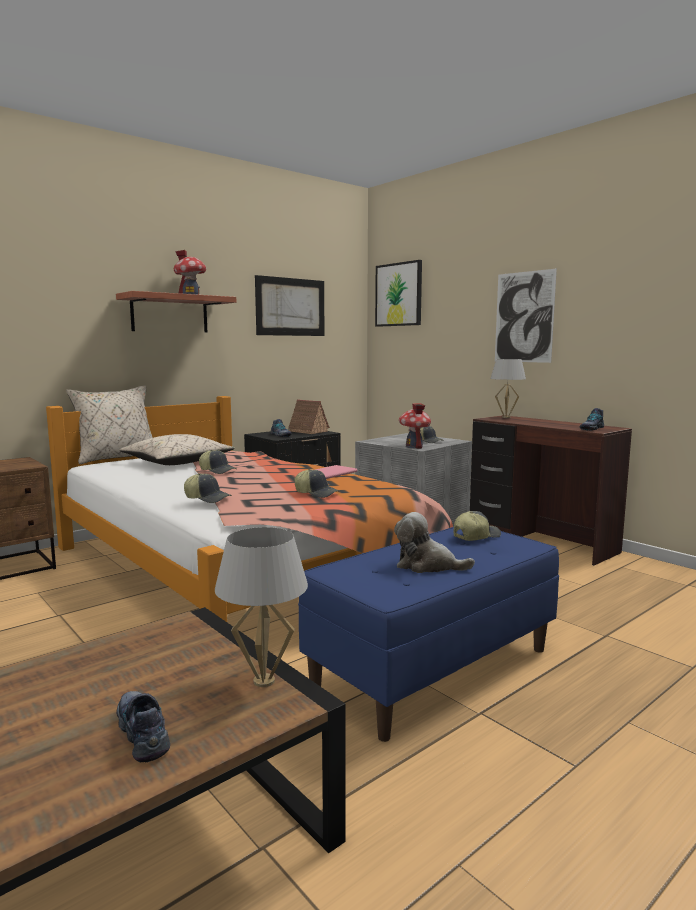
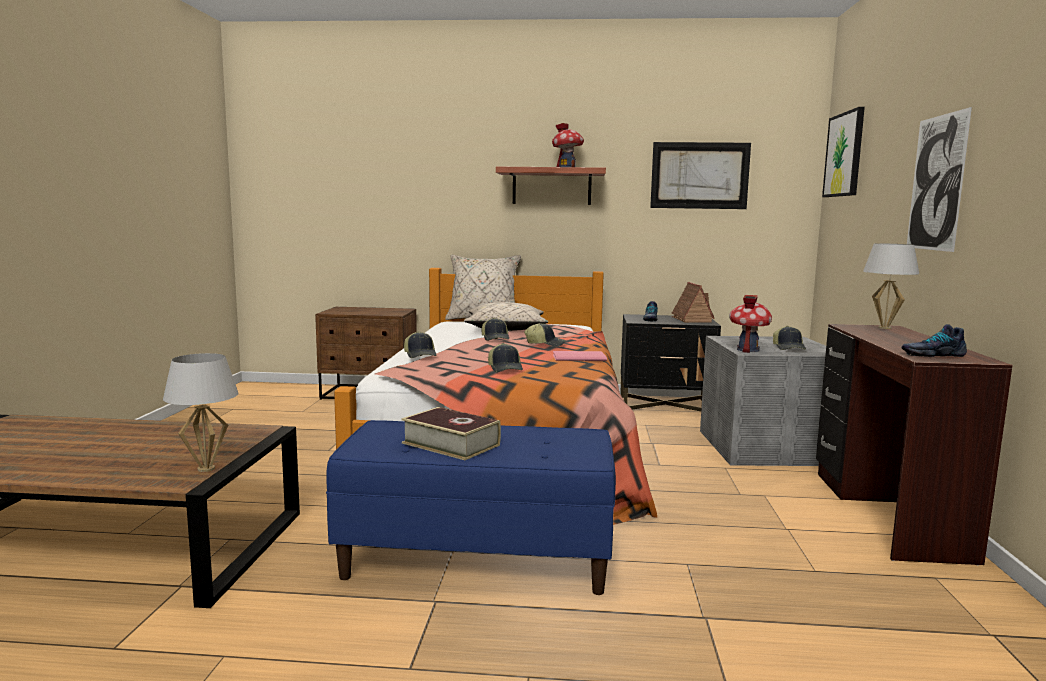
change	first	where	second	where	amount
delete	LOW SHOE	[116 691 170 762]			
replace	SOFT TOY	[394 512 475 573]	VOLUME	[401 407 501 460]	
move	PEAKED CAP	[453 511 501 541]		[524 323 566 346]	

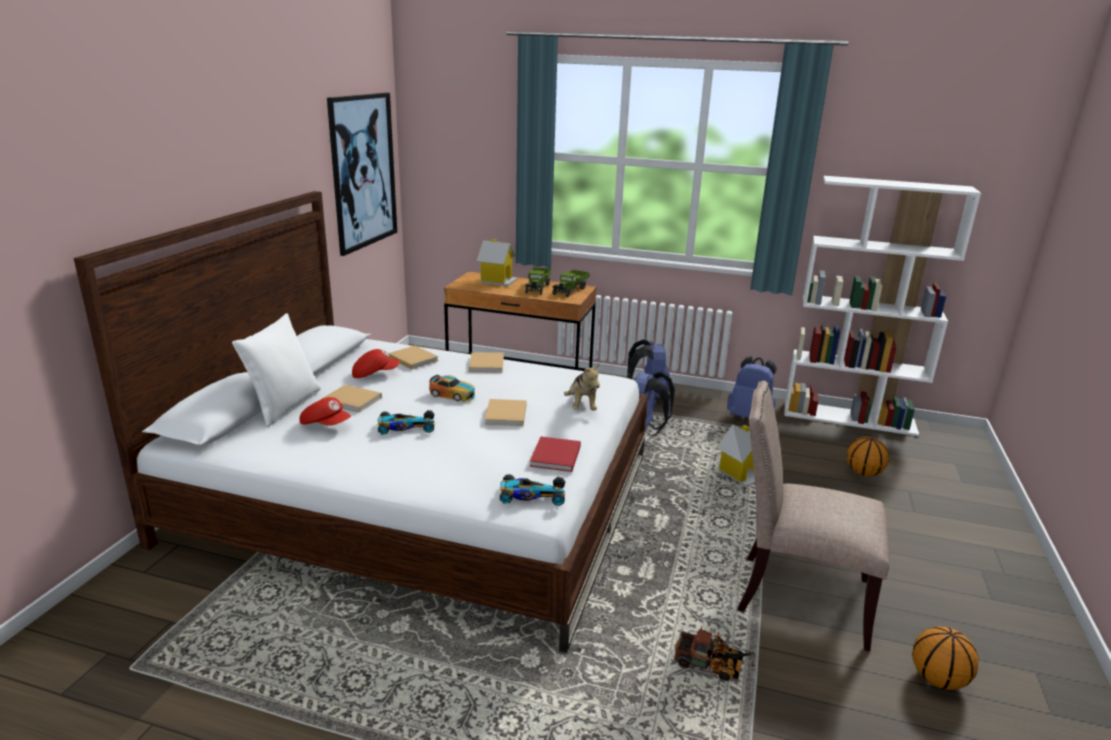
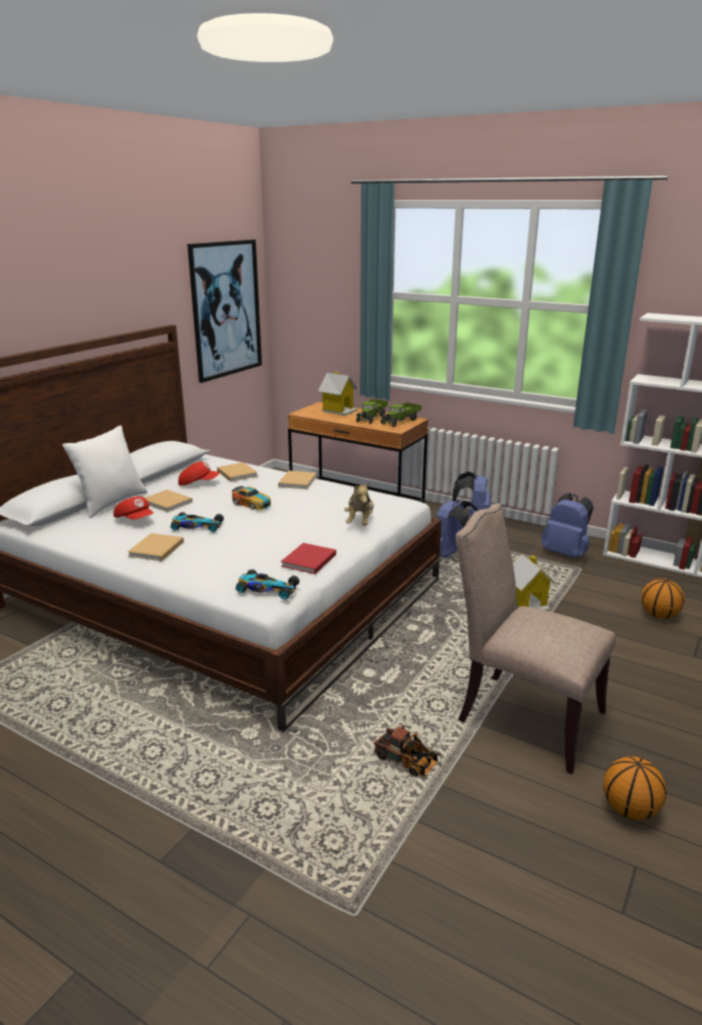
change	first	where	second	where	amount
move	BEIGE VOLUME	[484 399 527 426]		[128 533 184 561]	

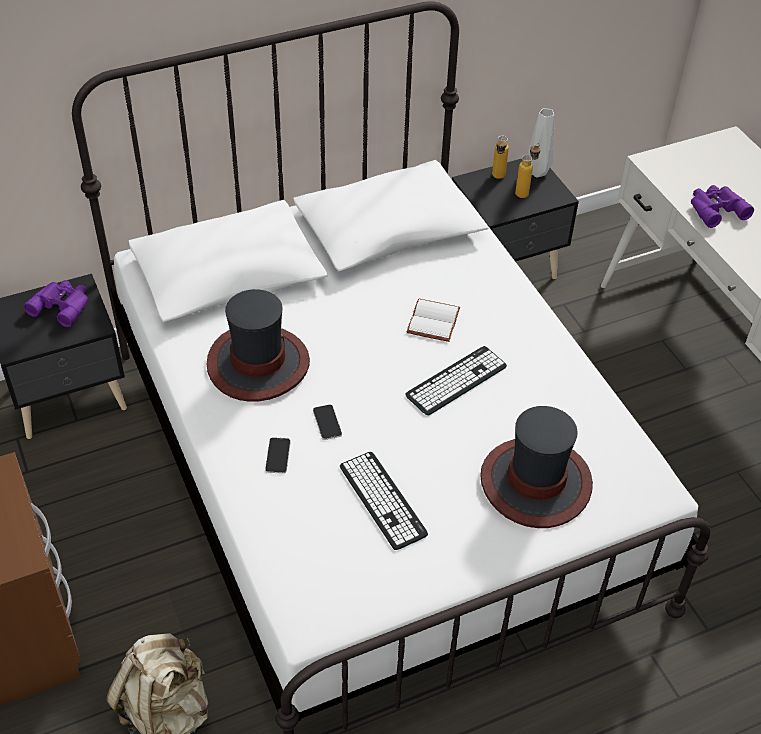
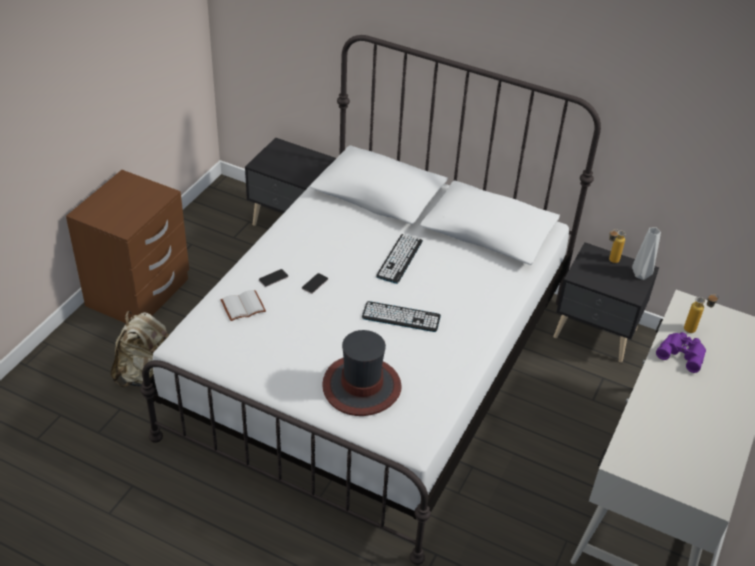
change	first	where	second	where	amount
delete	PURPLE PAIR OF BINOCULARS	[23 280 88 327]			
delete	HAT	[207 289 310 402]			
move	PC KEYBOARD	[340 452 428 550]		[376 234 423 284]	
move	WHITE VOLUME	[407 299 460 342]		[221 290 266 321]	
move	BEVERAGE BOTTLE	[515 143 541 198]		[684 294 719 333]	

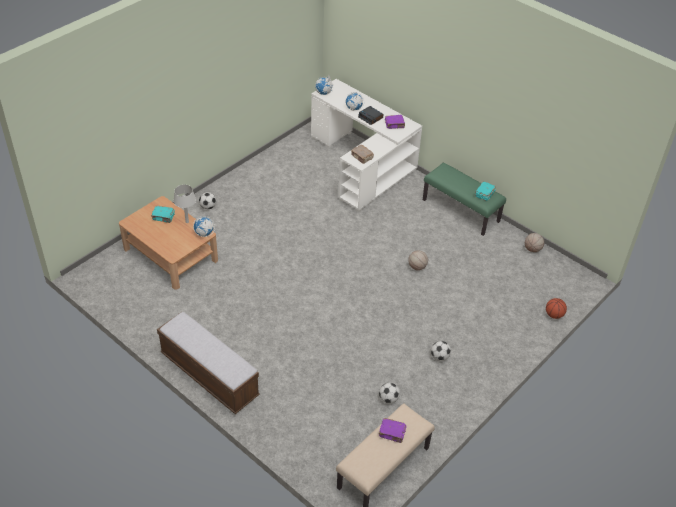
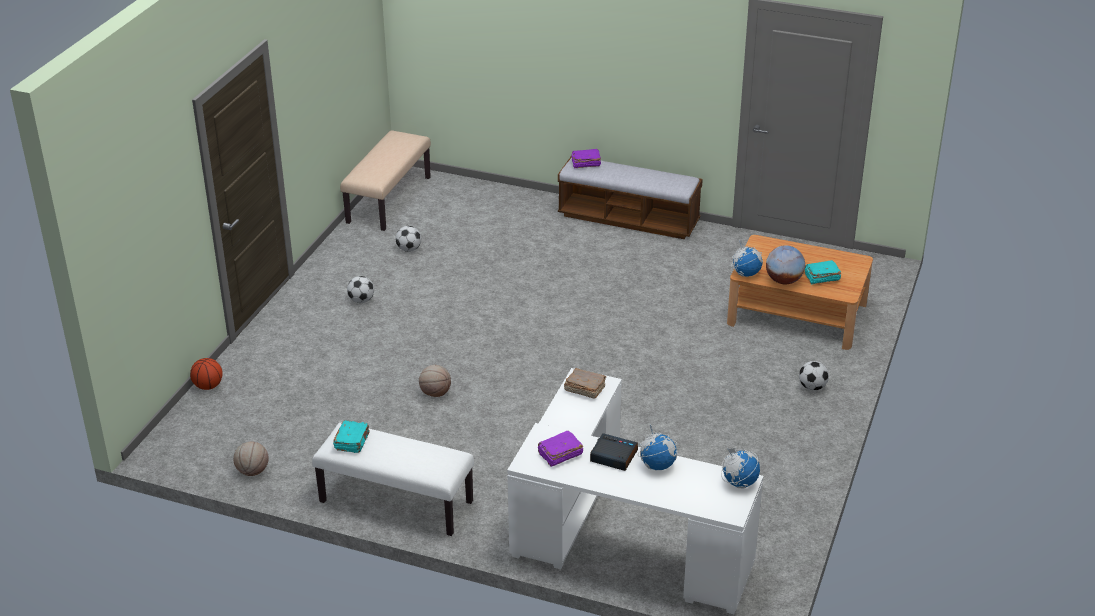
change	first	where	second	where	amount
replace	GRAY TABLE LAMP	[173 185 196 223]	WORLD GLOBE	[766 245 805 284]	
move	PURPLE VOLUME	[379 418 406 443]		[571 149 601 168]	
recolor	GREEN-COLOURED LONG SEAT	[423 163 506 236]	WHITE LONG SEAT	[312 422 474 536]	

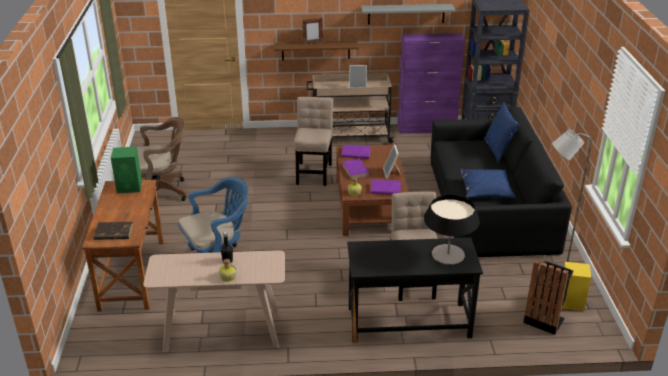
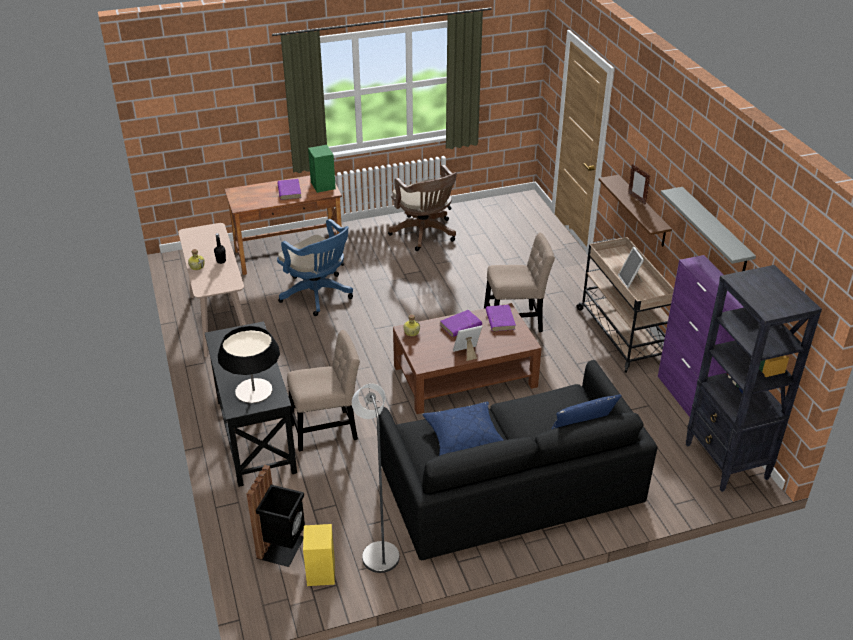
change	first	where	second	where	amount
delete	BROWN VOLUME	[93 222 133 240]			
move	PURPLE VOLUME	[371 180 401 195]		[277 179 302 200]	

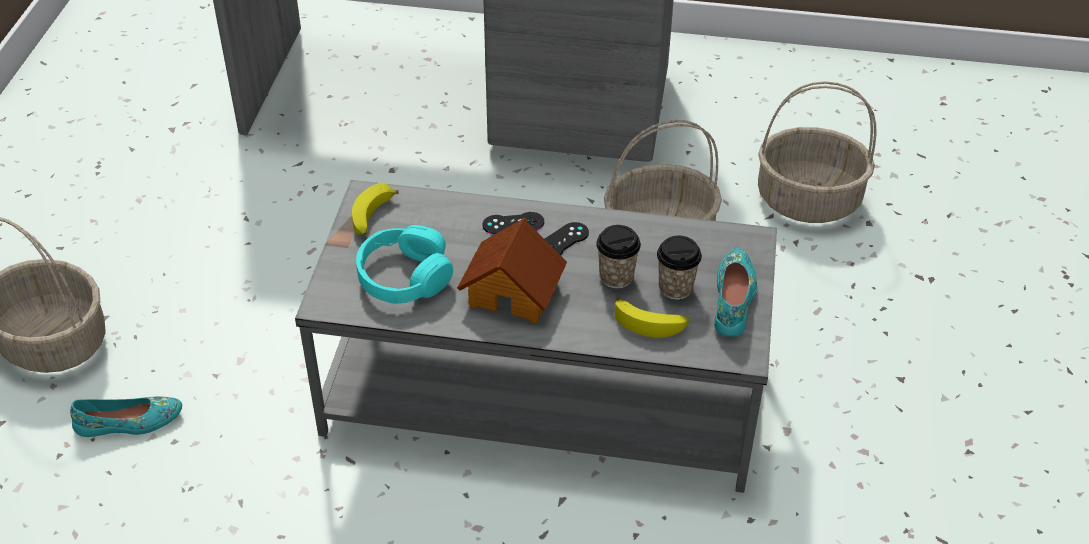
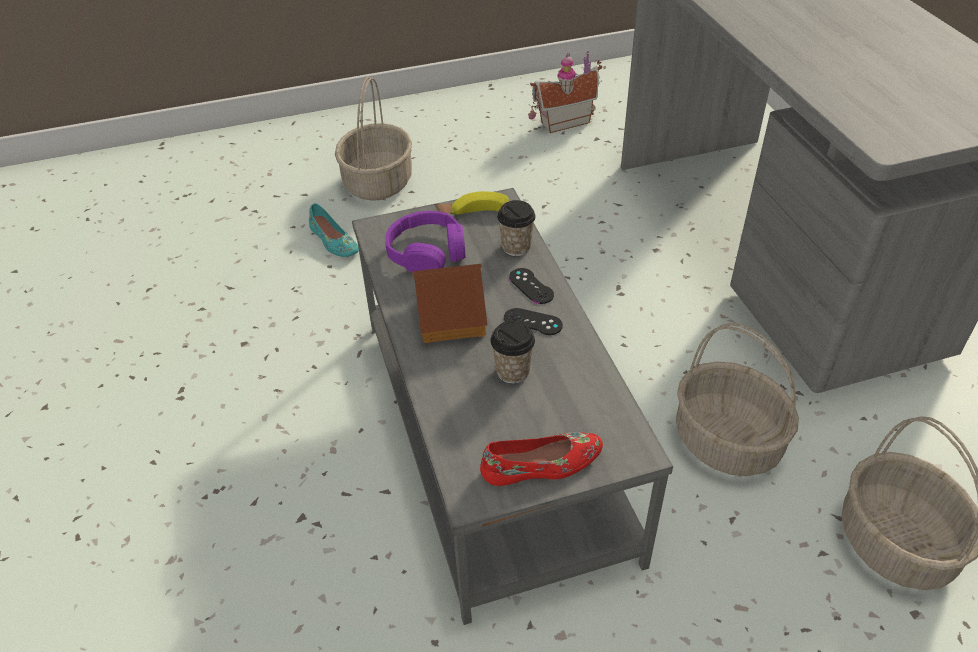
change	first	where	second	where	amount
recolor	BLUE-GREEN HEADSET	[356 225 453 304]	PURPLE HEADSET	[385 211 465 273]	
delete	BANANA FRUIT	[615 297 690 338]			
move	CUP	[657 236 702 300]		[497 200 536 256]	
recolor	BLUE-GREEN LOW SHOE	[714 248 757 337]	REDDISH LOW SHOE	[480 432 603 486]	
insert			MINIATURE HOUSE	[528 51 602 133]	

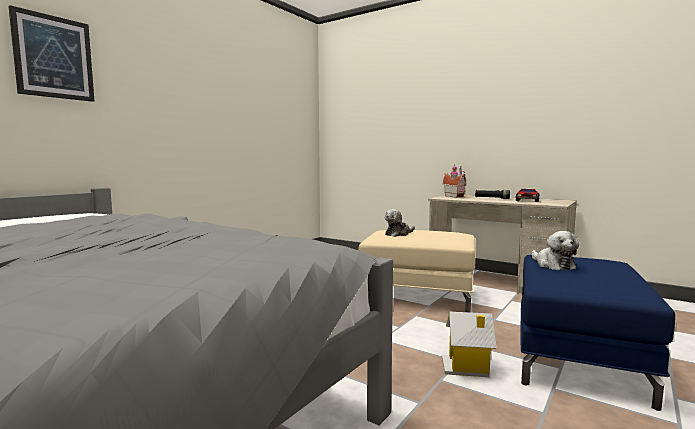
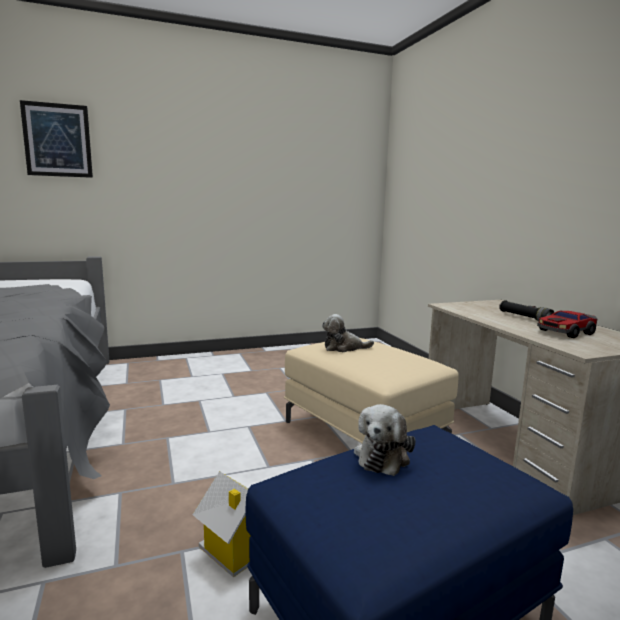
change	first	where	second	where	amount
delete	MINIATURE HOUSE	[443 164 466 198]			

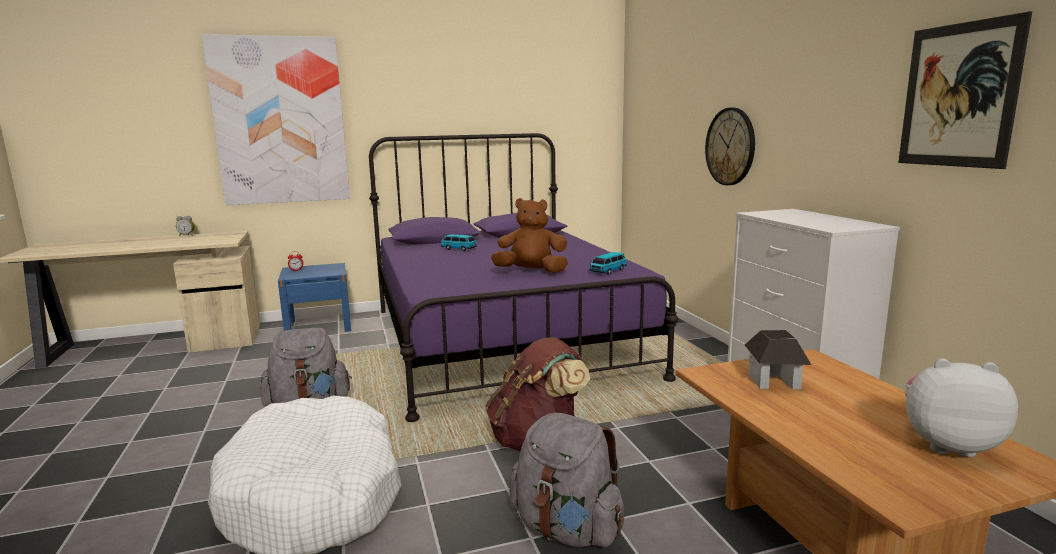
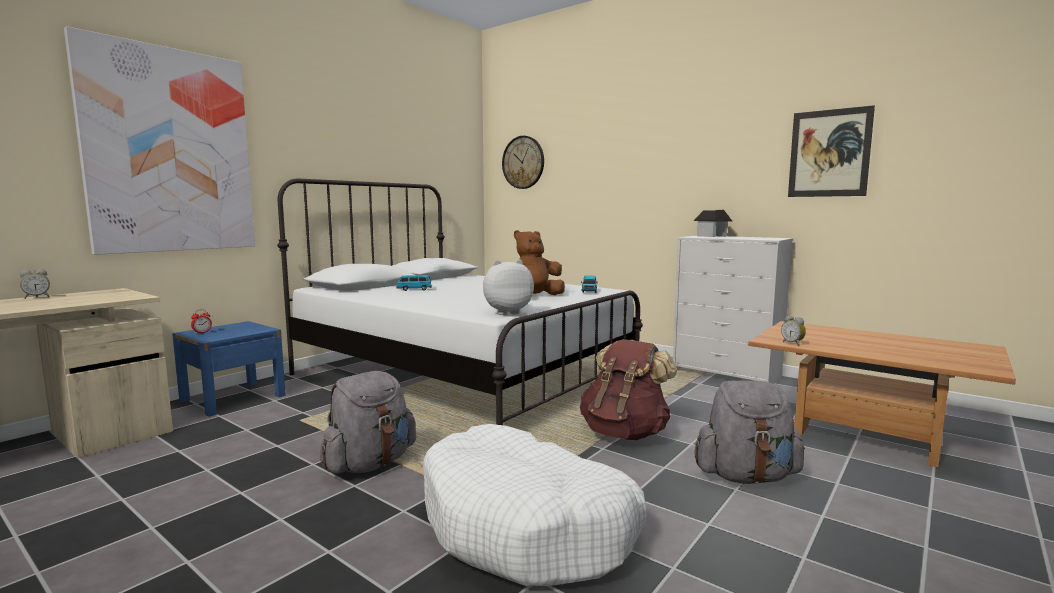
change	first	where	second	where	amount
recolor	PURPLE SLEEPING BED	[369 133 678 422]	WHITE SLEEPING BED	[277 179 643 425]	
move	WALL CLOCK	[705 108 755 185]		[502 136 544 189]	
move	MINIATURE HOUSE	[745 330 811 389]		[694 209 732 237]	
move	SOFT TOY	[905 359 1018 457]		[483 259 534 315]	
insert			ALARM CLOCK	[781 315 806 346]	

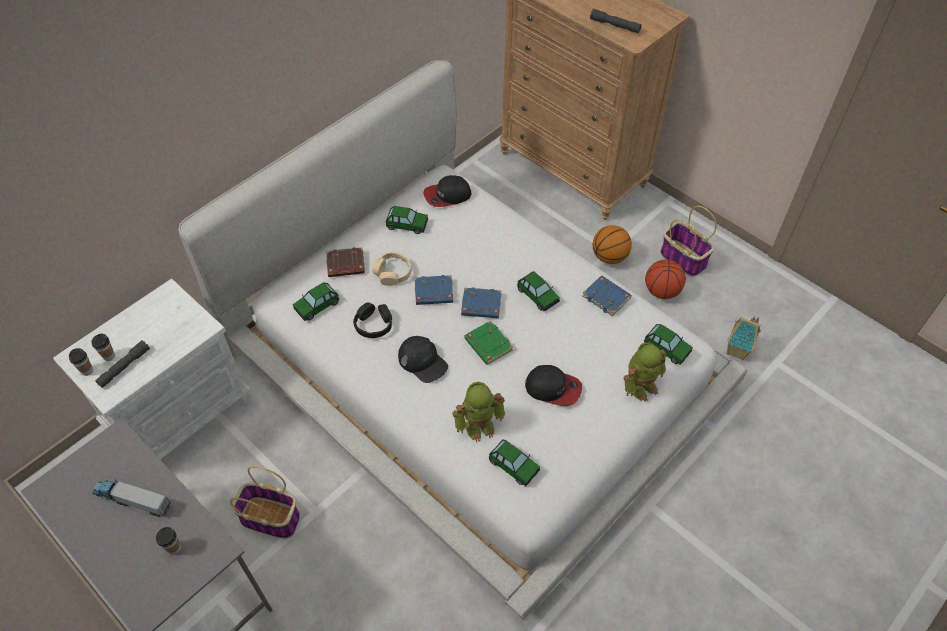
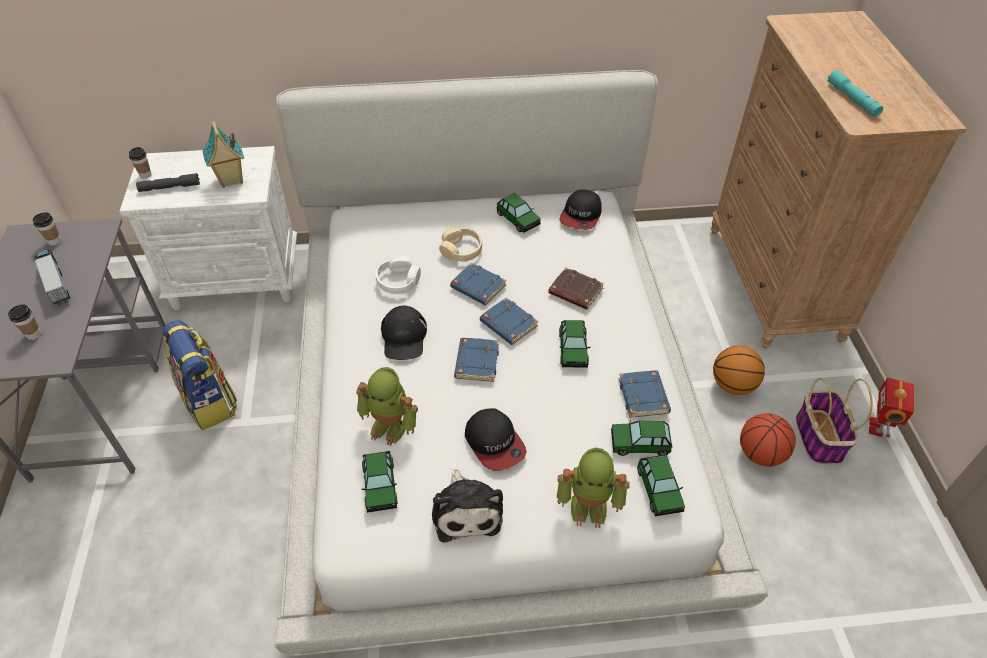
change	first	where	second	where	amount
move	CUP	[91 334 115 361]		[33 212 61 246]	
replace	HOUSEHOLD BASKET	[230 466 300 539]	RUCKSACK	[163 320 237 430]	
move	TOY CAR	[293 282 339 321]		[611 420 673 456]	
move	BROWN VOLUME	[326 247 365 277]		[548 267 604 310]	
recolor	BLACKISH HEADSET	[353 302 392 338]	WHITE HEADSET	[375 256 421 294]	
rotate	PEAKED CAP	[423 175 471 207]		[560 190 602 230]	90 degrees counterclockwise
recolor	GREEN-COLOURED VOLUME	[464 321 513 365]	BLUE VOLUME	[454 338 499 382]	
recolor	GRAY TORCH	[590 9 642 33]	BLUE-GREEN TORCH	[827 70 883 117]	
move	MINIATURE HOUSE	[727 317 761 360]		[202 121 244 188]	
insert			SOFT TOY	[432 469 503 543]	
insert			TOY ROBOT	[869 378 914 438]	

